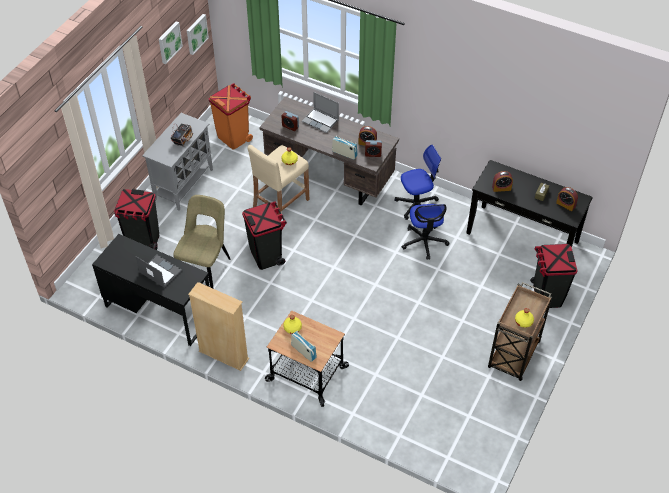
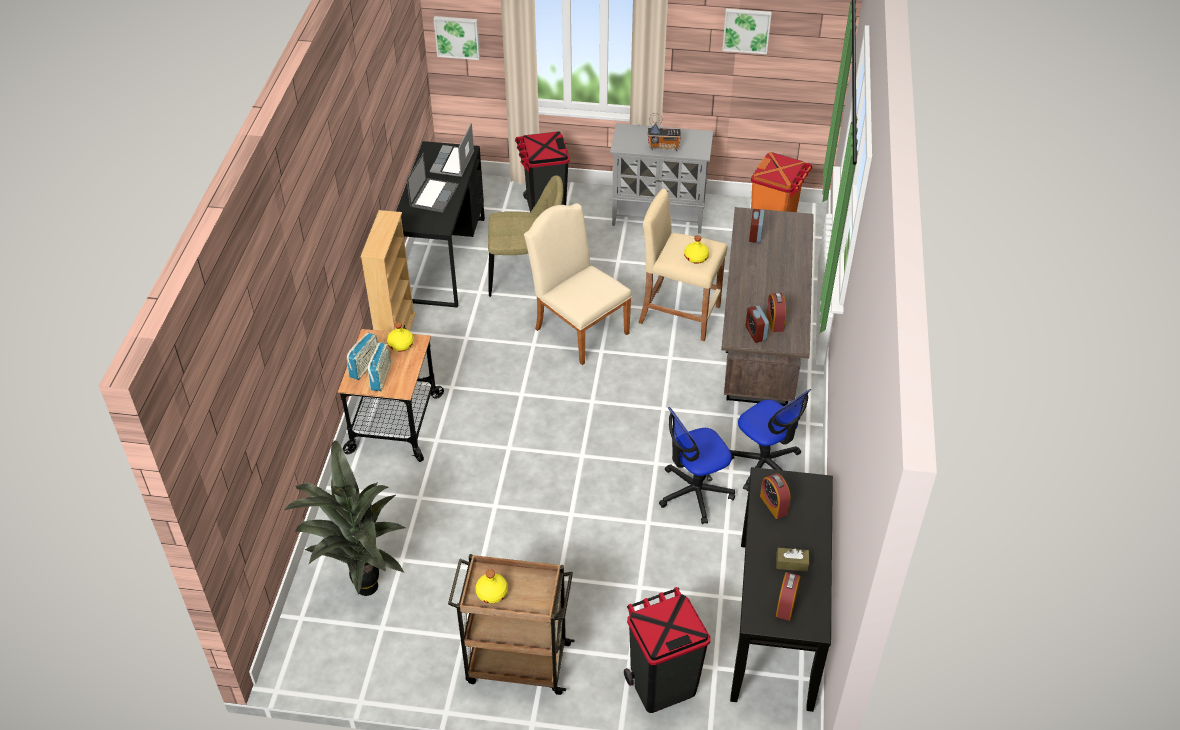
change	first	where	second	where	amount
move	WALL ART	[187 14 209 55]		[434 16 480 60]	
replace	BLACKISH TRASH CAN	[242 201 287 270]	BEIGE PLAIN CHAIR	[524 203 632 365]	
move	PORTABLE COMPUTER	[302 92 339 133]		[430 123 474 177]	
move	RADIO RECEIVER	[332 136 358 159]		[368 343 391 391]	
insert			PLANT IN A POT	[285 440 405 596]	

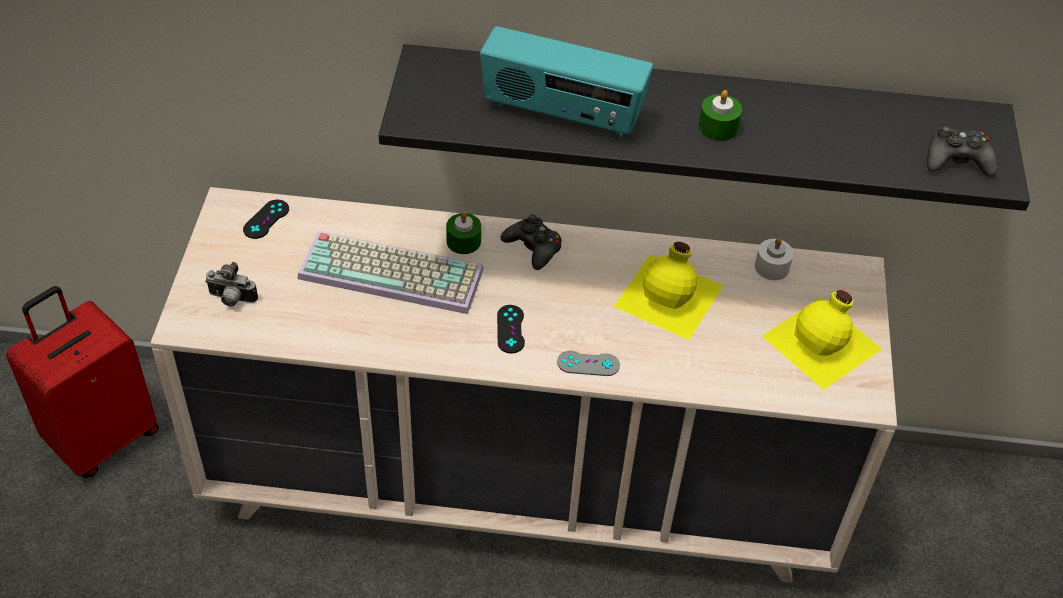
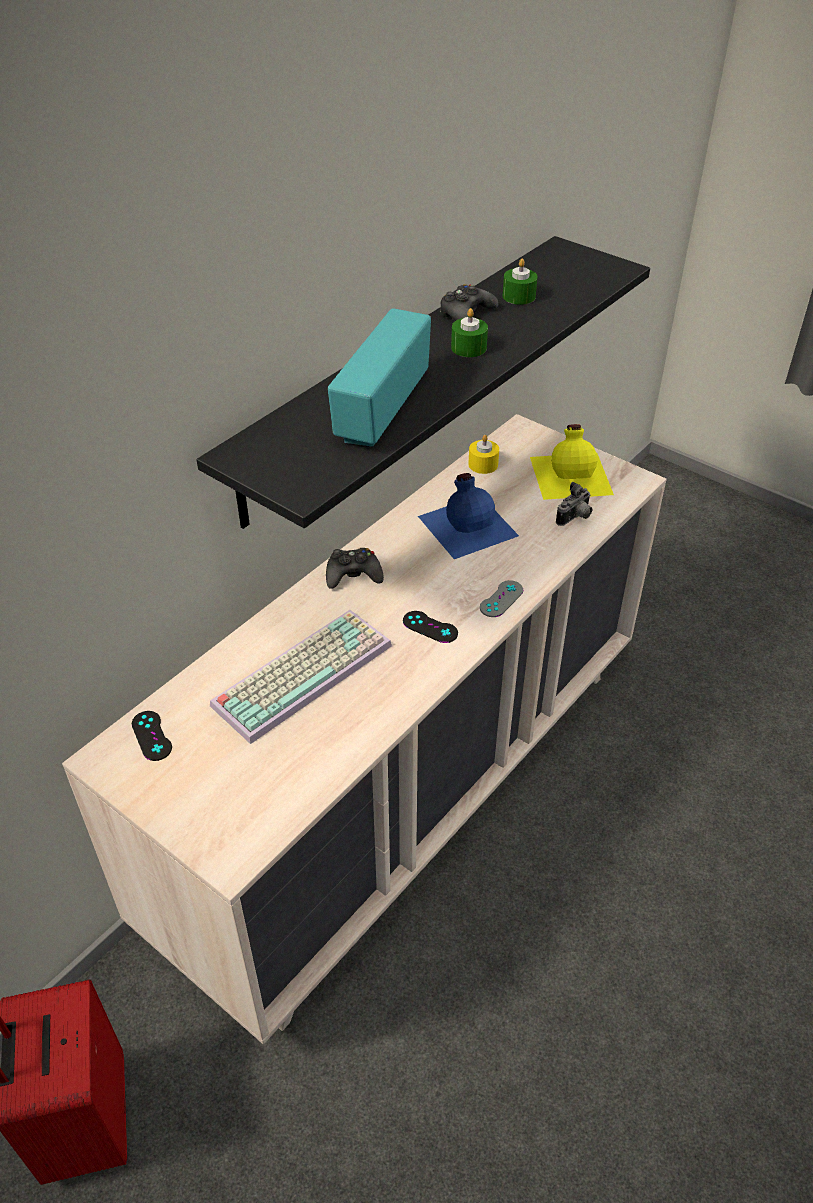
change	first	where	second	where	amount
move	STILL CAMERA	[205 262 258 307]		[556 482 593 526]	
move	GREEN-COLOURED WAX CANDLE	[446 212 481 254]		[503 258 538 305]	
rotate	RADIO RECEIVER	[480 26 653 138]		[328 308 431 447]	150 degrees clockwise
recolor	YELLOW-COLOURED BEVERAGE BOTTLE	[613 242 724 340]	BLUE BEVERAGE BOTTLE	[418 473 519 559]	
recolor	WHITE WAX CANDLE	[755 238 794 280]	YELLOW-COLOURED WAX CANDLE	[468 435 499 474]	
move	BLACKISH GAMEPAD	[927 126 997 177]		[440 284 499 321]	

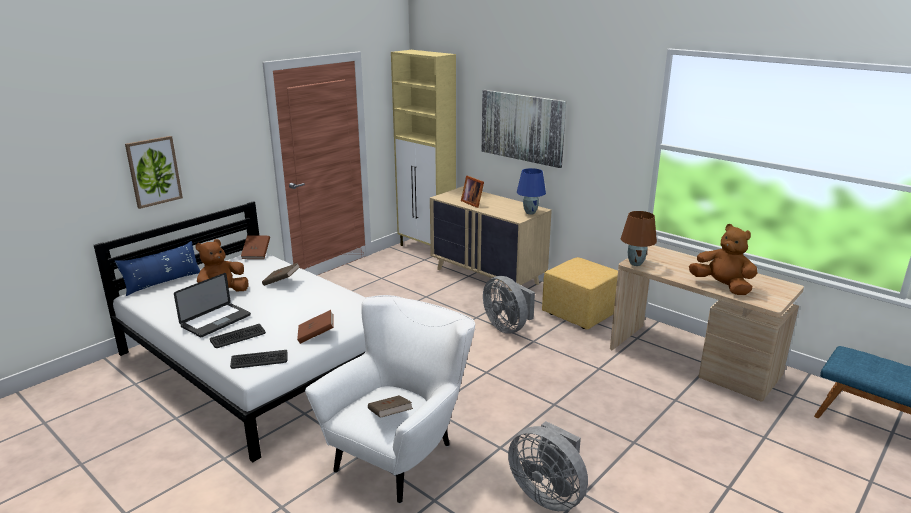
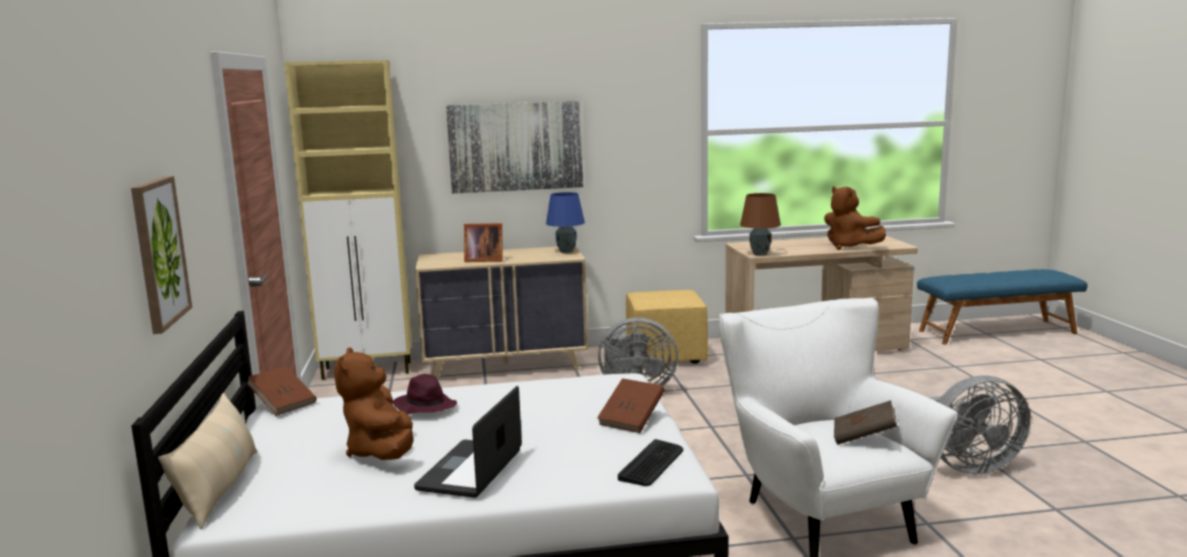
change	first	where	second	where	amount
recolor	BLUE CUSHION	[115 241 201 296]	BEIGE CUSHION	[158 393 257 529]	
rotate	PORTABLE COMPUTER	[174 273 251 337]		[414 386 522 498]	150 degrees counterclockwise
delete	PC KEYBOARD	[210 324 266 348]			
replace	BROWN VOLUME	[262 263 300 286]	PURPLE HAT	[393 374 457 415]	
rotate	BROWN SOFT TOY	[689 224 757 295]		[824 186 886 250]	120 degrees counterclockwise

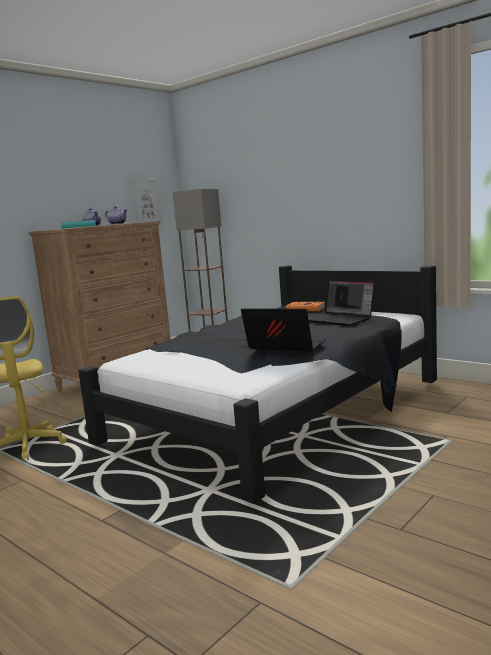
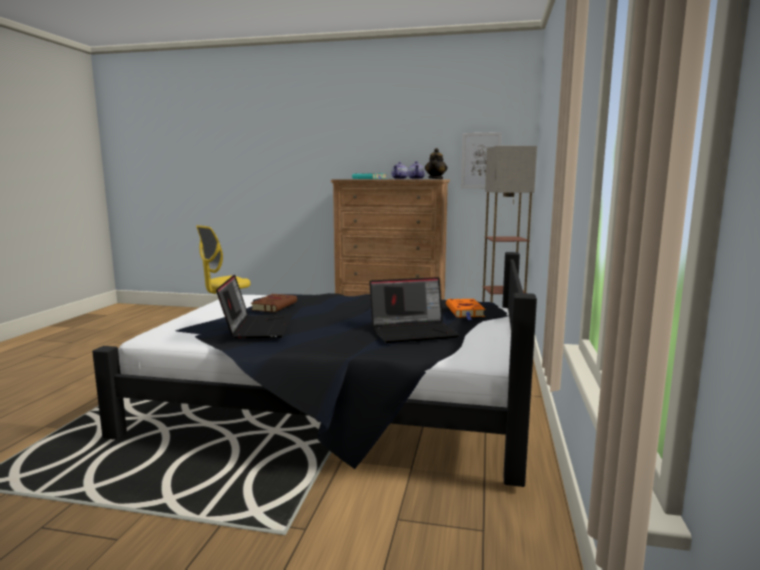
change	first	where	second	where	amount
rotate	PORTABLE COMPUTER	[308 280 375 326]		[369 277 459 343]	120 degrees counterclockwise
insert			BROWN VOLUME	[250 294 297 312]	
insert			TEAPOT	[425 148 447 179]	

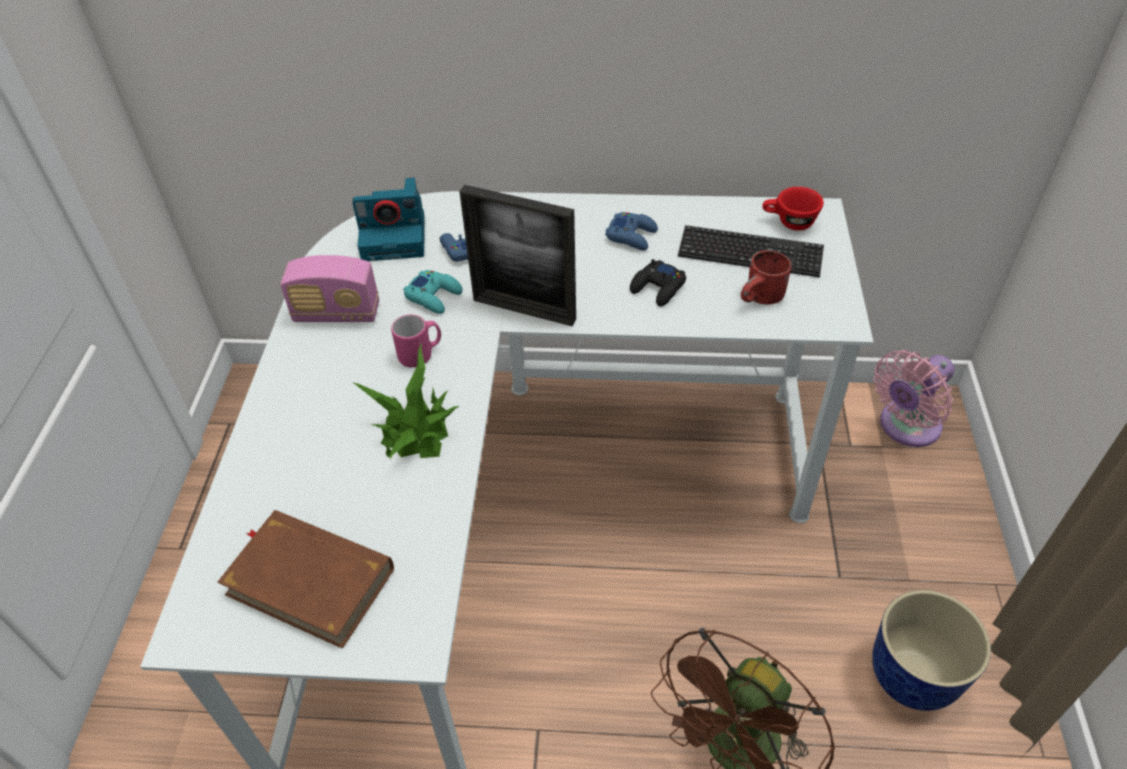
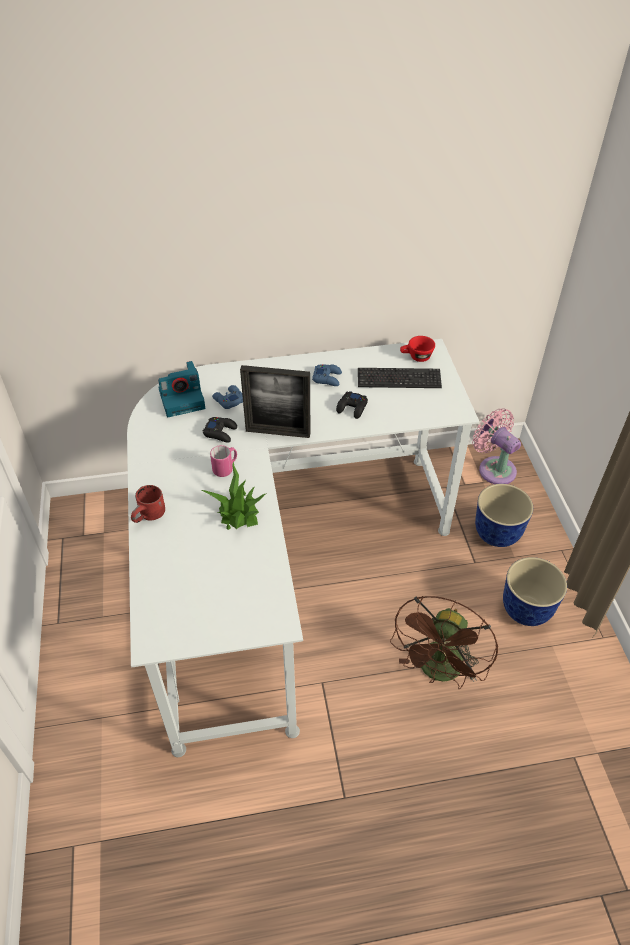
change	first	where	second	where	amount
delete	BROWN VOLUME	[217 510 394 649]			
delete	RADIO RECEIVER	[280 255 379 322]			
recolor	BLUE-GREEN GAMEPAD	[403 270 462 314]	BLACKISH GAMEPAD	[203 417 237 443]	
move	REDDISH COFFEE MUG	[741 250 792 304]		[131 485 165 523]	
rotate	PINKISH ELECTRIC FAN	[873 350 954 447]		[472 409 521 484]	105 degrees clockwise
insert			FLOWER POT	[475 484 533 547]	

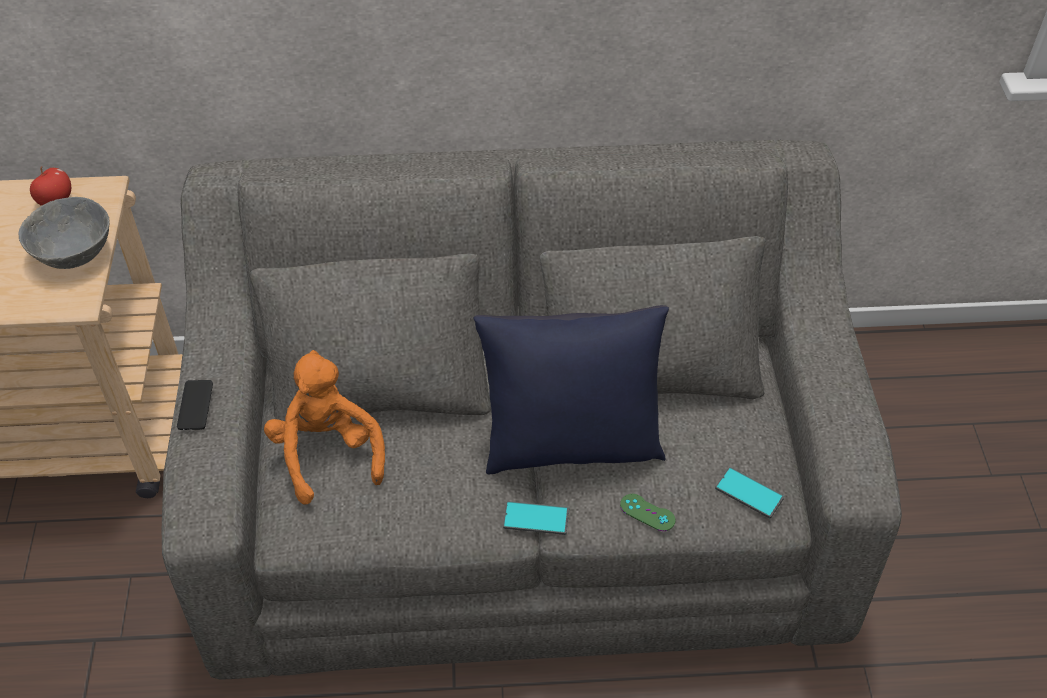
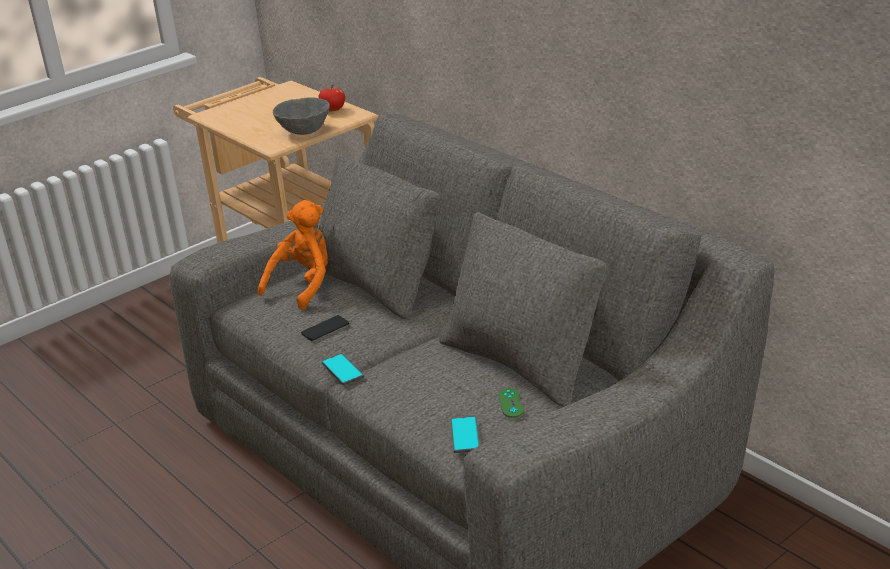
change	first	where	second	where	amount
move	PHONE	[177 380 213 430]		[301 315 349 341]	
delete	BLUE CUSHION	[473 305 669 474]			
move	GREEN-COLOURED GAMEPAD	[620 494 675 531]		[499 388 524 418]	

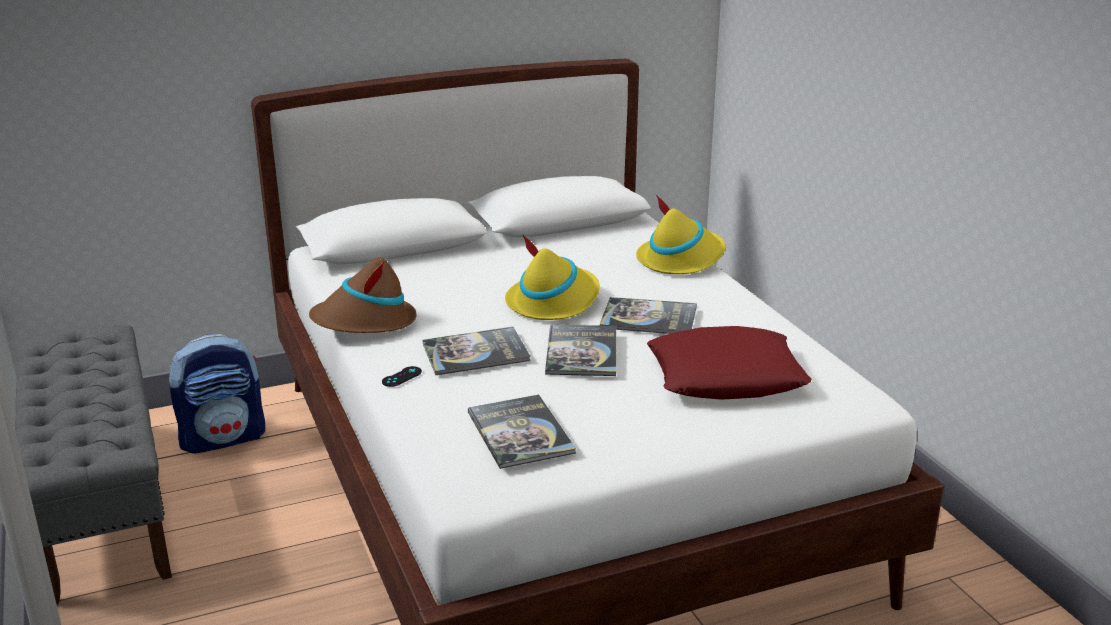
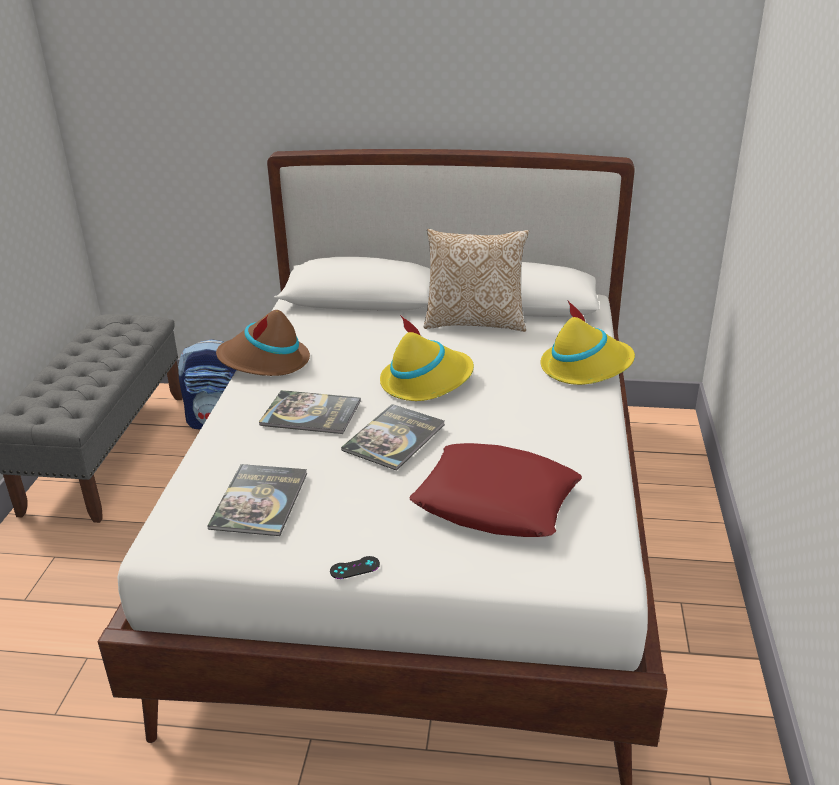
change	first	where	second	where	amount
move	BLACKISH GAMEPAD	[382 366 422 387]		[330 556 380 579]	
delete	VOLUME	[600 297 697 334]			
insert			CUSHION	[424 229 529 332]	

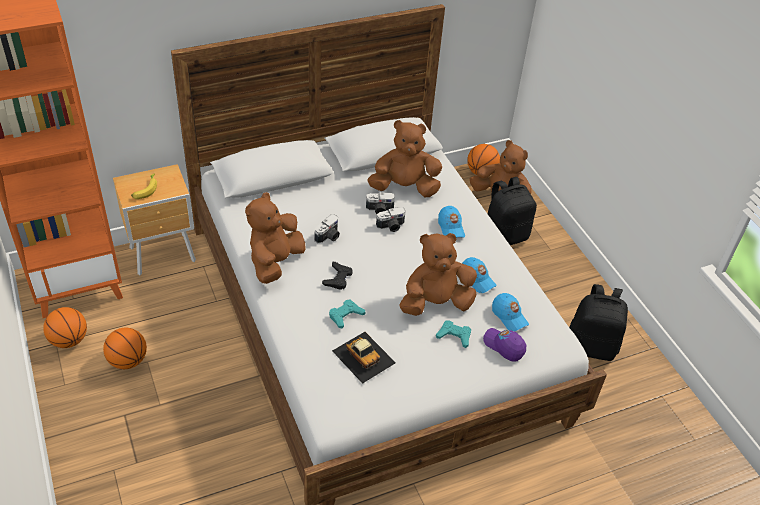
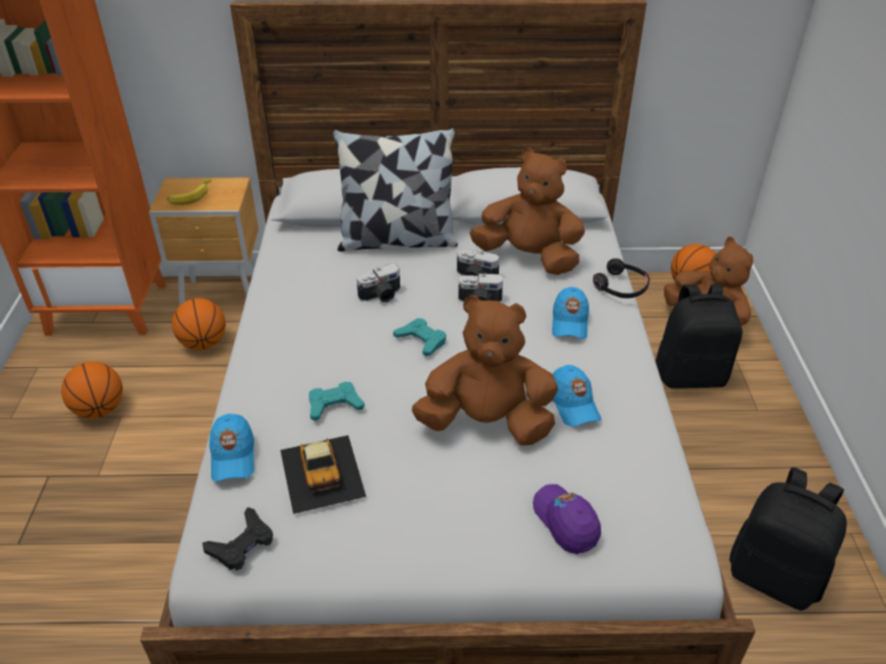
change	first	where	second	where	amount
move	BALL FOR BASKETBALL	[43 307 87 348]		[172 298 226 350]	
delete	BROWN SOFT TOY	[245 192 305 284]			
move	BLACKISH GAMEPAD	[322 262 353 290]		[202 507 273 570]	
move	BLUE-GREEN GAMEPAD	[436 320 471 348]		[393 318 446 356]	
move	BLUE PEAKED CAP	[492 293 529 331]		[209 414 254 482]	
insert			CUSHION	[333 128 458 251]	
insert			BLACKISH HEADSET	[593 258 650 298]	

